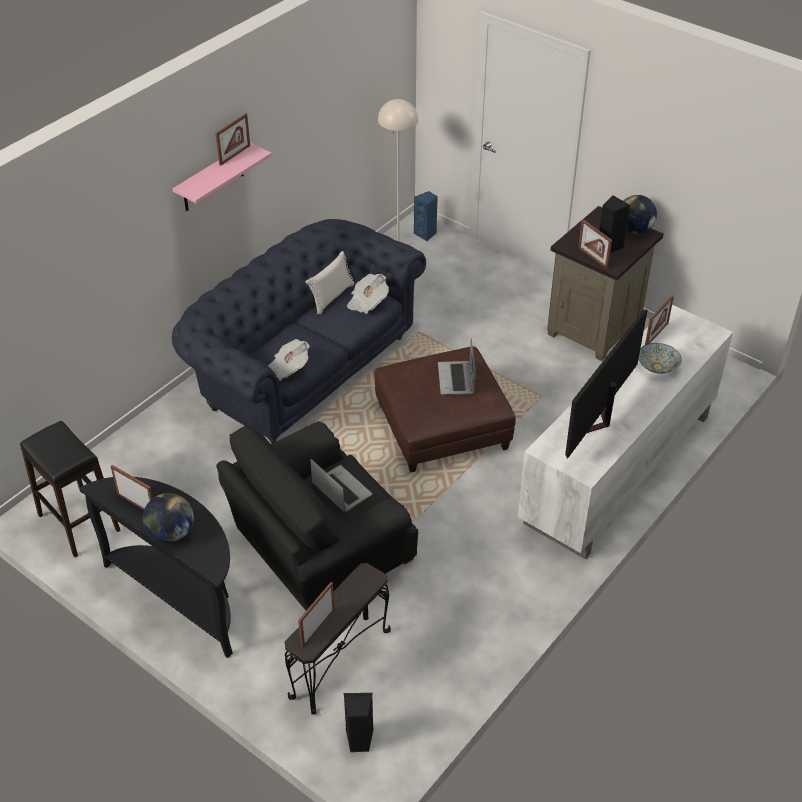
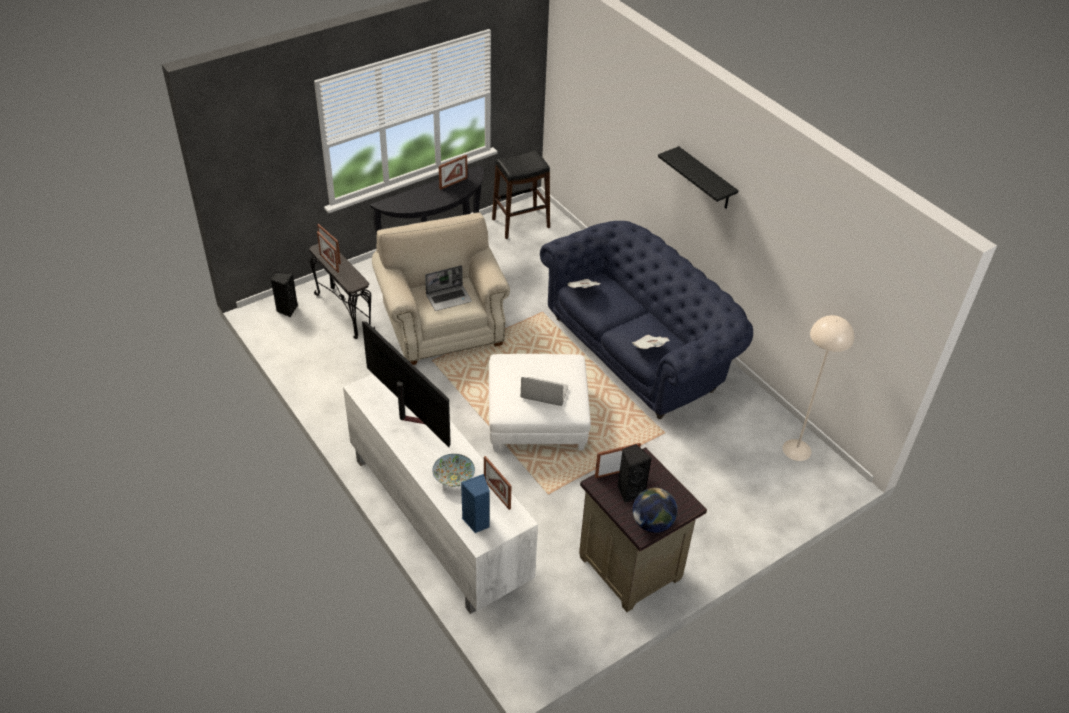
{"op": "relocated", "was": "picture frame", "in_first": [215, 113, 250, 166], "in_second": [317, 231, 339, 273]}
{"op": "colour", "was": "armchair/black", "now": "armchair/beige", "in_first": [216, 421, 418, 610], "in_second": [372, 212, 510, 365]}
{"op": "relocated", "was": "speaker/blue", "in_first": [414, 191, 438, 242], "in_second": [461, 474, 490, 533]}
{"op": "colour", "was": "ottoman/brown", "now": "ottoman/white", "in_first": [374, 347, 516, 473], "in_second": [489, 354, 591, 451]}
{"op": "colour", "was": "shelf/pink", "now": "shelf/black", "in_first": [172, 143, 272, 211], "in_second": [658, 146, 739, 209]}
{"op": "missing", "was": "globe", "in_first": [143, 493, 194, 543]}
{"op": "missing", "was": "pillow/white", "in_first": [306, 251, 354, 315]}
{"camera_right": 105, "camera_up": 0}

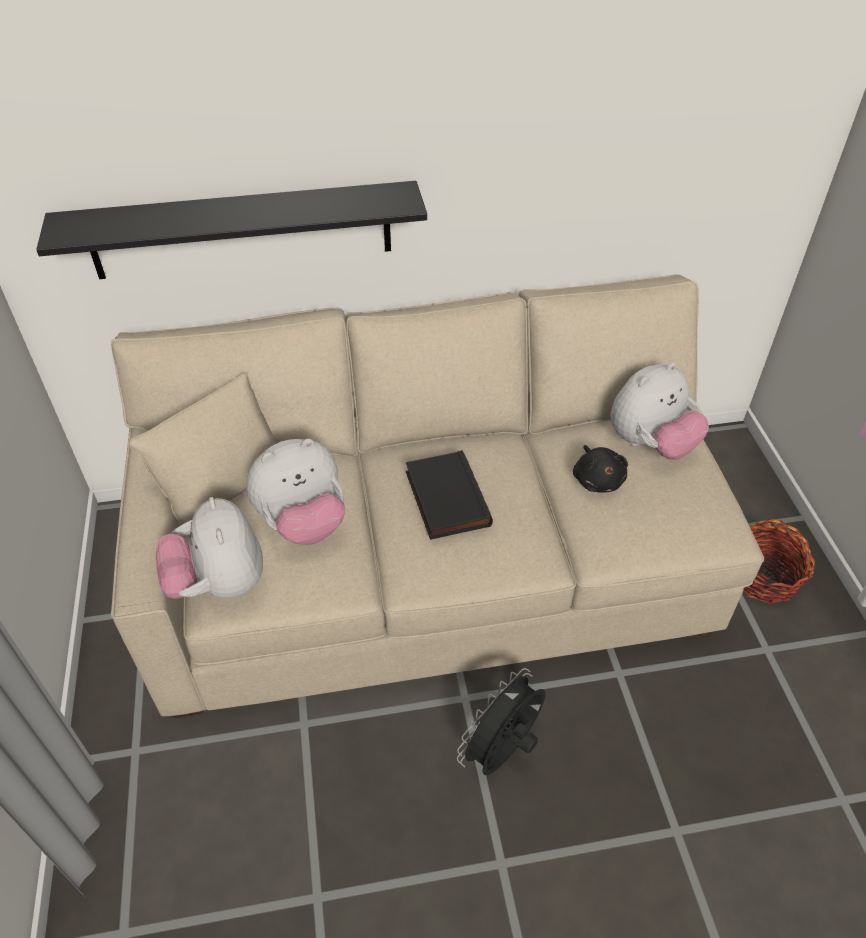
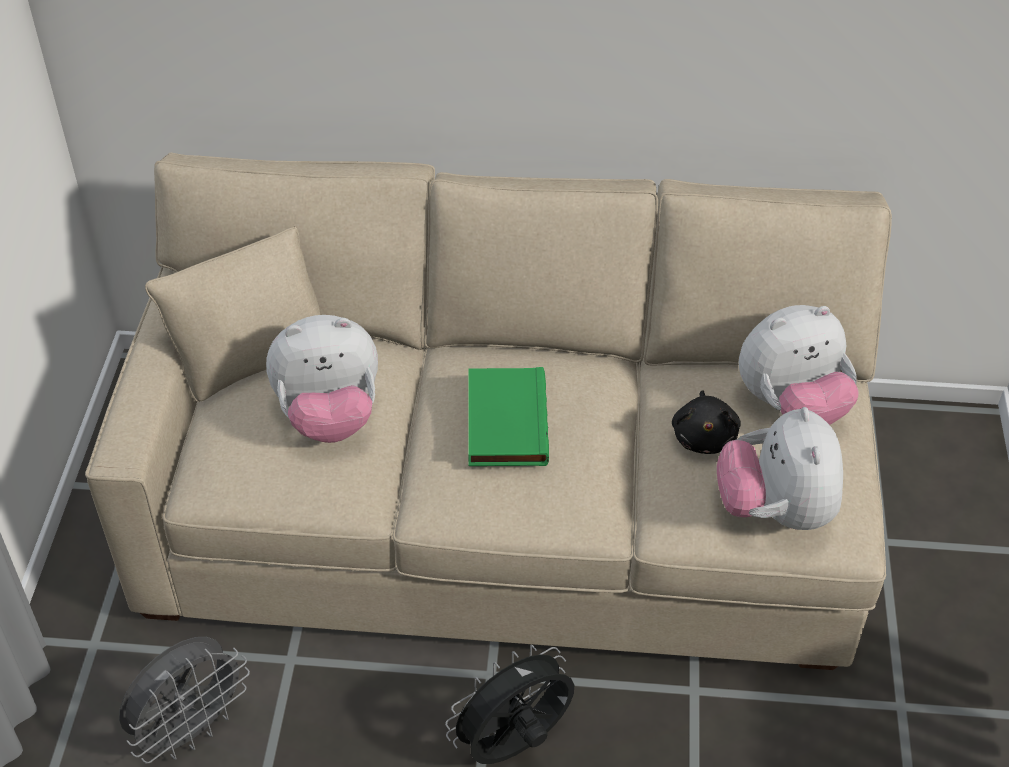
{"op": "appeared", "now": "fan/grey", "in_second": [119, 637, 250, 763]}
{"op": "colour", "was": "book/black", "now": "book/green", "in_first": [406, 450, 493, 540], "in_second": [468, 367, 549, 466]}
{"op": "relocated", "was": "plush toy", "in_first": [155, 497, 263, 599], "in_second": [717, 407, 843, 530]}
{"op": "missing", "was": "shelf/black", "in_first": [36, 181, 427, 279]}
{"op": "missing", "was": "basket", "in_first": [743, 519, 815, 604]}
{"camera_right": 15, "camera_up": 0}

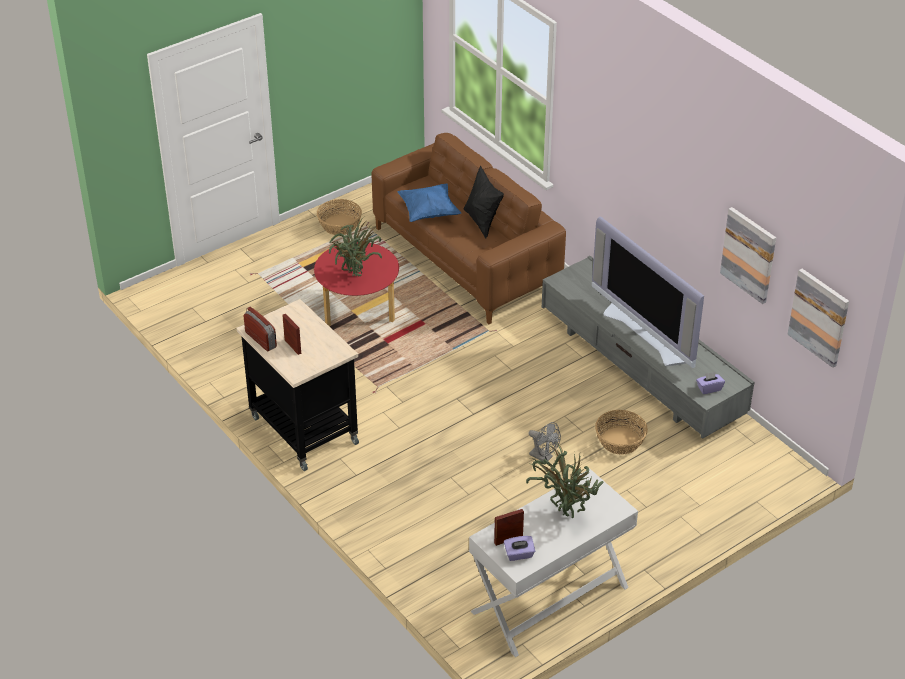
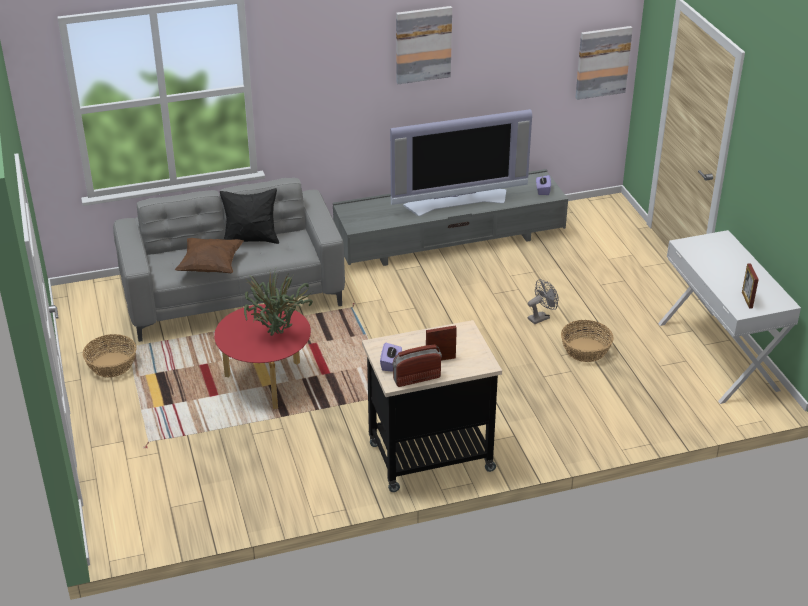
{"op": "colour", "was": "sofa/brown", "now": "sofa/grey", "in_first": [372, 133, 566, 324], "in_second": [113, 178, 345, 342]}
{"op": "colour", "was": "pillow/blue", "now": "pillow/brown", "in_first": [397, 184, 461, 222], "in_second": [175, 238, 244, 273]}
{"op": "relocated", "was": "tissue box/purple", "in_first": [504, 536, 535, 561], "in_second": [380, 343, 402, 372]}
{"op": "relocated", "was": "picture", "in_first": [720, 207, 776, 304], "in_second": [396, 6, 452, 84]}
{"op": "relocated", "was": "basket", "in_first": [595, 410, 648, 455], "in_second": [561, 320, 614, 362]}
{"op": "missing", "was": "potted plant", "in_first": [526, 444, 603, 518]}
{"camera_right": -70, "camera_up": -5}

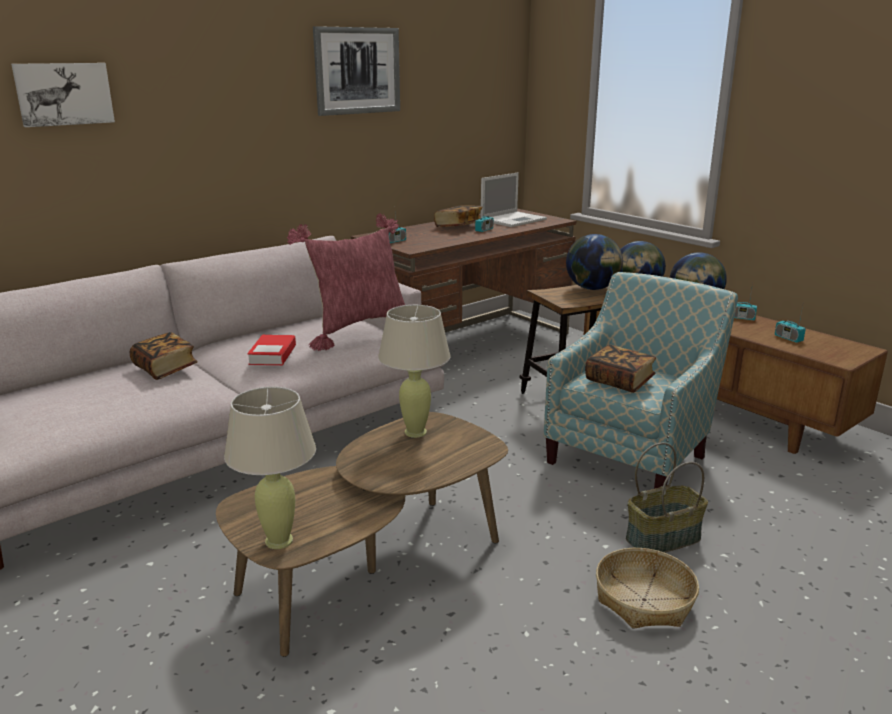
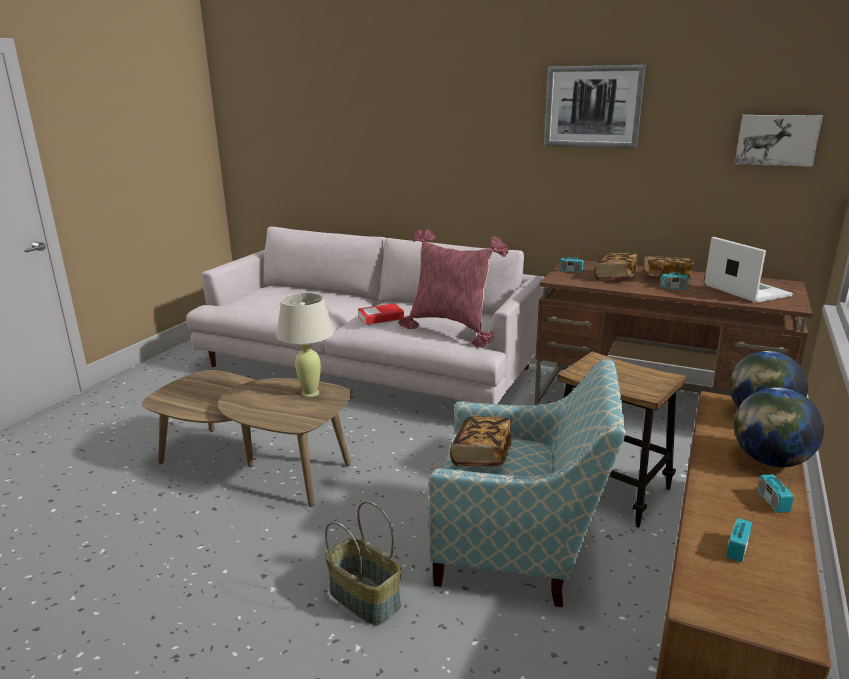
{"op": "relocated", "was": "book", "in_first": [130, 332, 198, 380], "in_second": [594, 253, 637, 280]}
{"op": "spun", "was": "laptop", "in_first": [481, 173, 547, 227], "in_second": [704, 237, 793, 303], "clockwise": -135}
{"op": "relocated", "was": "picture", "in_first": [11, 63, 115, 127], "in_second": [735, 115, 823, 167]}
{"op": "missing", "was": "table lamp/beige", "in_first": [224, 387, 316, 549]}
{"op": "missing", "was": "globe", "in_first": [566, 234, 623, 290]}
{"op": "missing", "was": "basket", "in_first": [596, 548, 699, 628]}
{"camera_right": 65, "camera_up": 0}

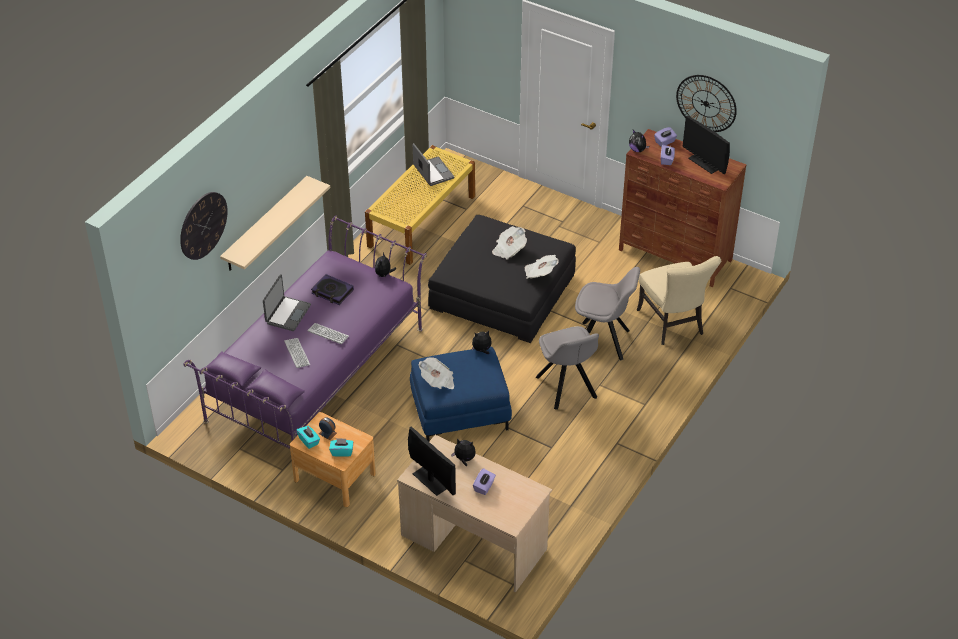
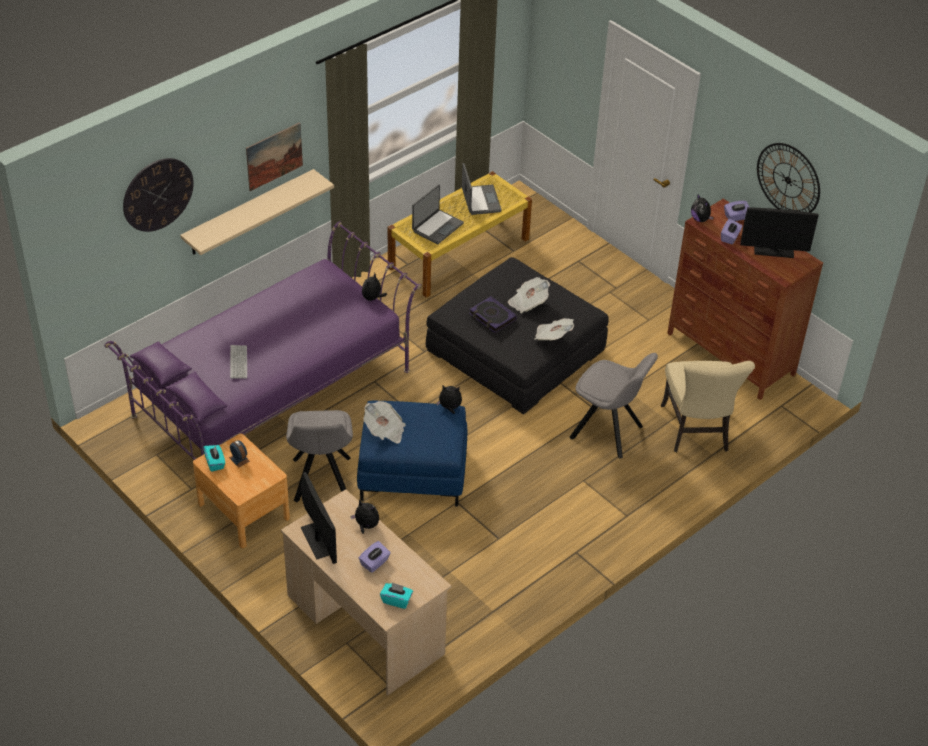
{"op": "appeared", "now": "picture", "in_second": [246, 122, 303, 191]}
{"op": "relocated", "was": "chair/grey", "in_first": [536, 326, 599, 410], "in_second": [286, 410, 353, 503]}
{"op": "relocated", "was": "tissue box/turquoise", "in_first": [329, 438, 353, 457], "in_second": [380, 582, 413, 609]}
{"op": "relocated", "was": "laptop", "in_first": [263, 274, 311, 331], "in_second": [412, 184, 464, 244]}
{"op": "relocated", "was": "book", "in_first": [311, 274, 354, 305], "in_second": [469, 296, 517, 333]}
{"op": "spun", "was": "monitor", "in_first": [682, 116, 730, 174], "in_second": [740, 207, 819, 258], "clockwise": -60}
{"op": "missing", "was": "keyboard", "in_first": [308, 323, 349, 344]}
{"camera_right": 15, "camera_up": 0}

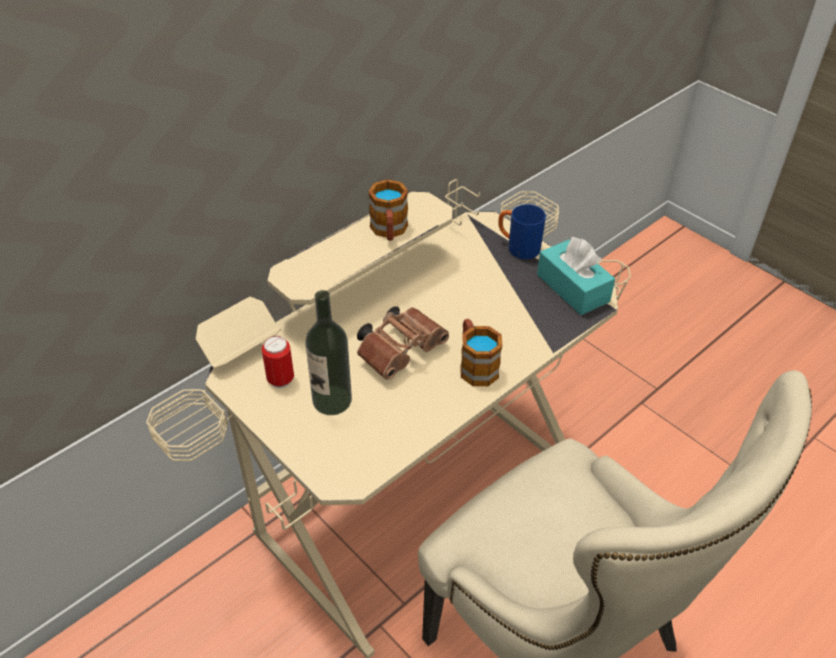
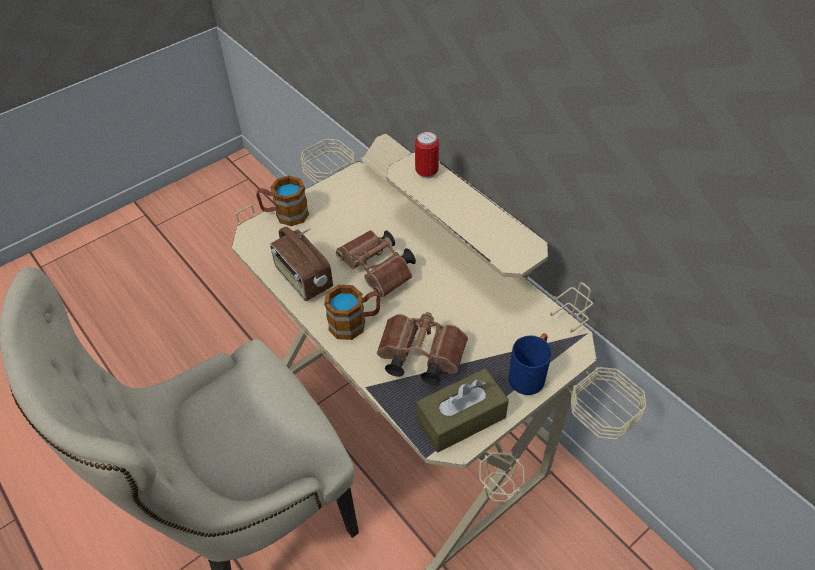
{"op": "relocated", "was": "mug", "in_first": [368, 179, 408, 241], "in_second": [256, 176, 309, 226]}
{"op": "appeared", "now": "radio", "in_second": [270, 227, 333, 301]}
{"op": "appeared", "now": "binoculars/brown", "in_second": [377, 312, 468, 385]}
{"op": "relocated", "was": "can", "in_first": [262, 336, 294, 388], "in_second": [415, 131, 439, 179]}
{"op": "colour", "was": "tissue box/turquoise", "now": "tissue box/brown", "in_first": [537, 237, 615, 315], "in_second": [416, 369, 509, 452]}
{"op": "missing", "was": "bottle", "in_first": [305, 290, 352, 415]}
{"camera_right": 95, "camera_up": 5}

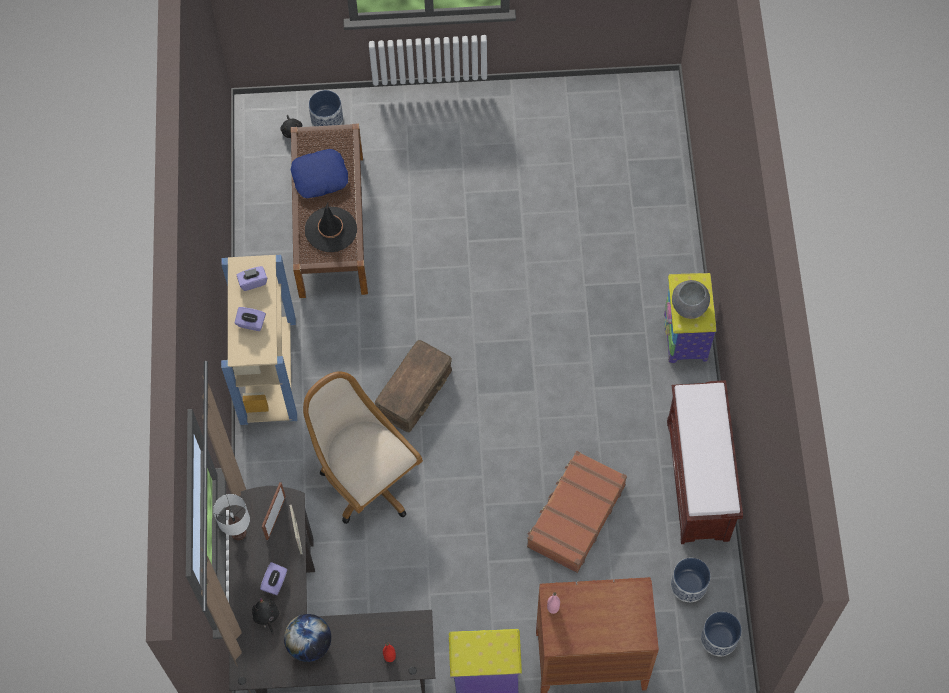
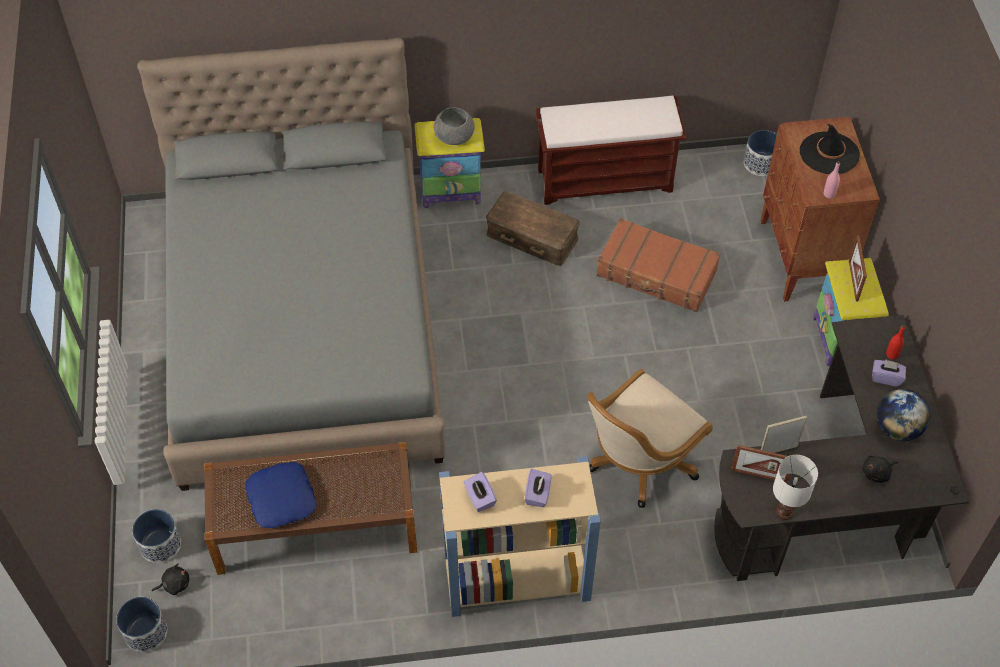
{"op": "relocated", "was": "planter", "in_first": [671, 558, 710, 602], "in_second": [116, 597, 167, 652]}
{"op": "appeared", "now": "bed/grey", "in_second": [137, 37, 445, 491]}
{"op": "relocated", "was": "storage box/brown", "in_first": [375, 340, 452, 432], "in_second": [486, 191, 580, 266]}
{"op": "relocated", "was": "hat/black", "in_first": [305, 203, 357, 252], "in_second": [800, 124, 860, 174]}
{"op": "appeared", "now": "picture frame", "in_second": [849, 235, 867, 302]}
{"op": "relocated", "was": "tissue box/purple", "in_first": [260, 562, 288, 595], "in_second": [872, 359, 906, 387]}
{"camera_right": -95, "camera_up": -10}

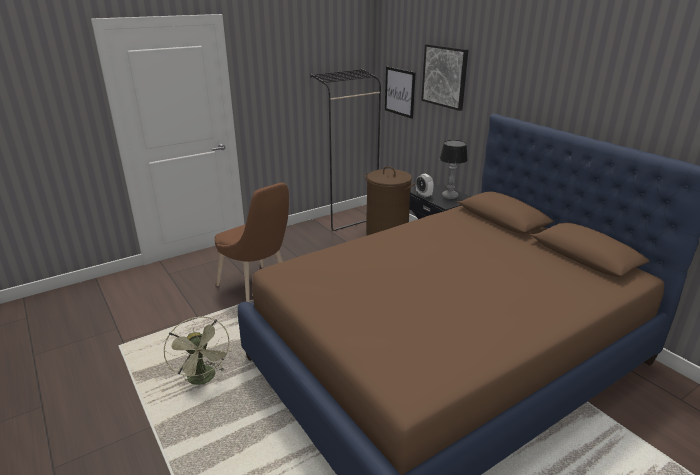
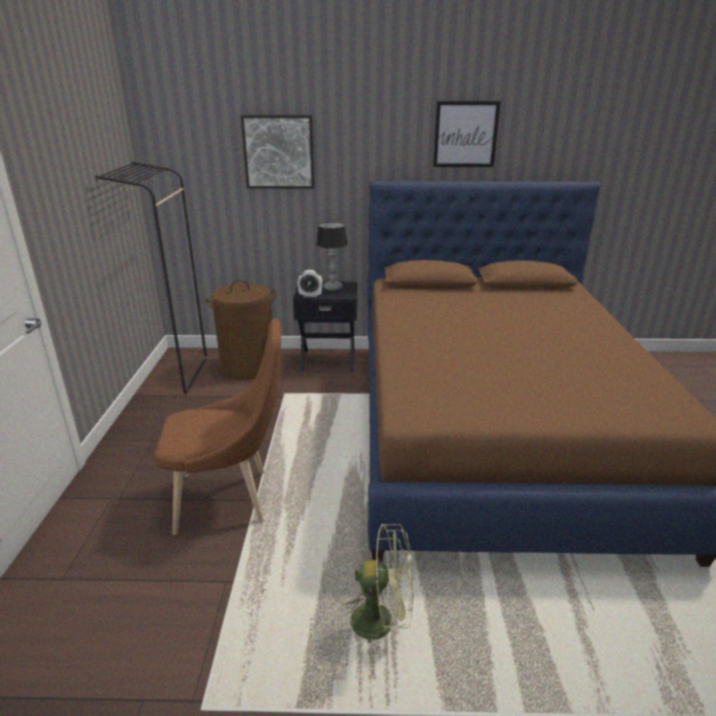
{"op": "relocated", "was": "picture", "in_first": [385, 67, 416, 119], "in_second": [433, 101, 501, 167]}
{"camera_right": -55, "camera_up": 0}

